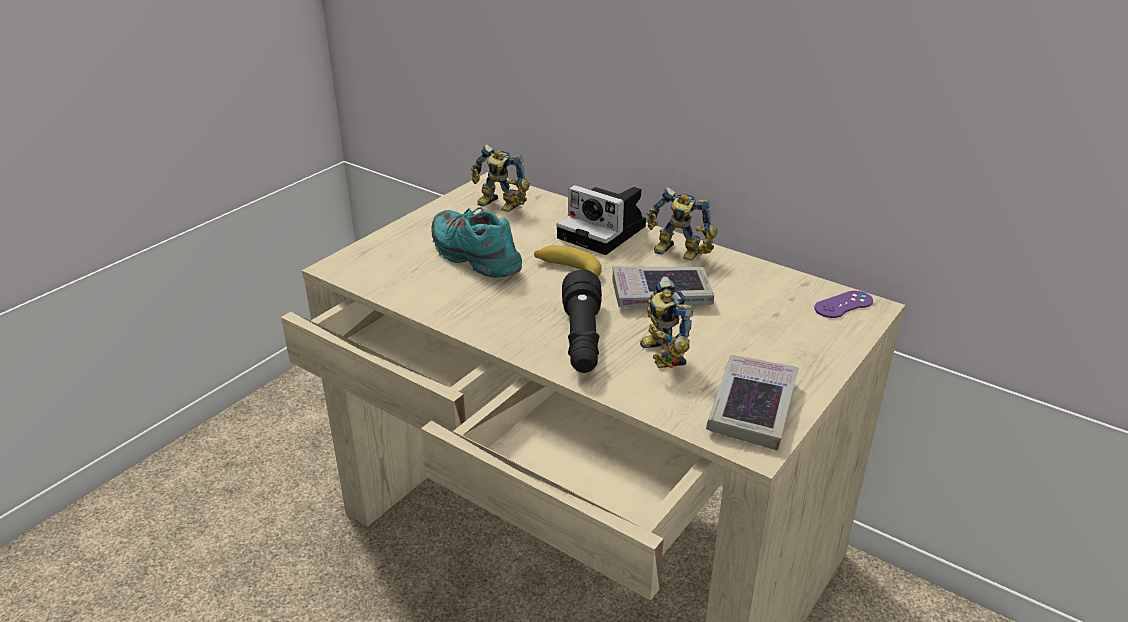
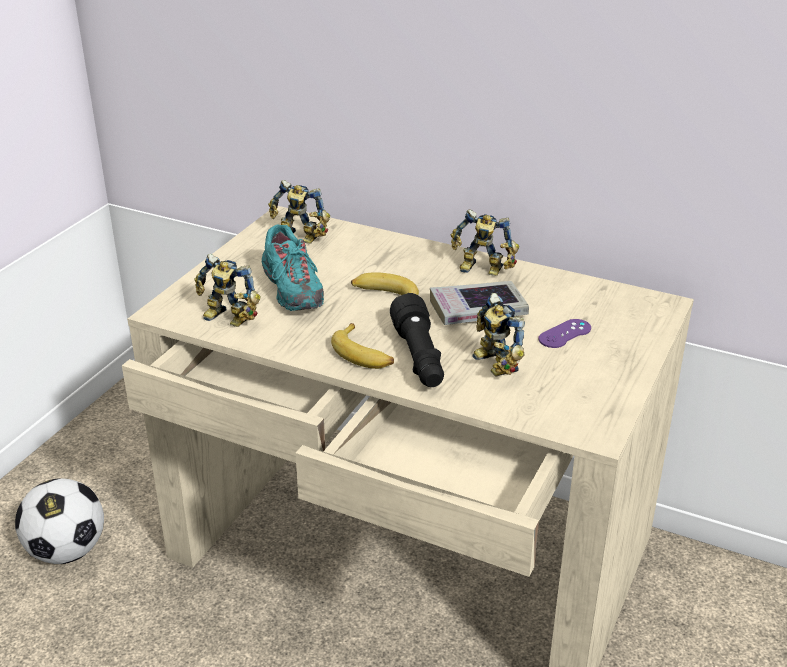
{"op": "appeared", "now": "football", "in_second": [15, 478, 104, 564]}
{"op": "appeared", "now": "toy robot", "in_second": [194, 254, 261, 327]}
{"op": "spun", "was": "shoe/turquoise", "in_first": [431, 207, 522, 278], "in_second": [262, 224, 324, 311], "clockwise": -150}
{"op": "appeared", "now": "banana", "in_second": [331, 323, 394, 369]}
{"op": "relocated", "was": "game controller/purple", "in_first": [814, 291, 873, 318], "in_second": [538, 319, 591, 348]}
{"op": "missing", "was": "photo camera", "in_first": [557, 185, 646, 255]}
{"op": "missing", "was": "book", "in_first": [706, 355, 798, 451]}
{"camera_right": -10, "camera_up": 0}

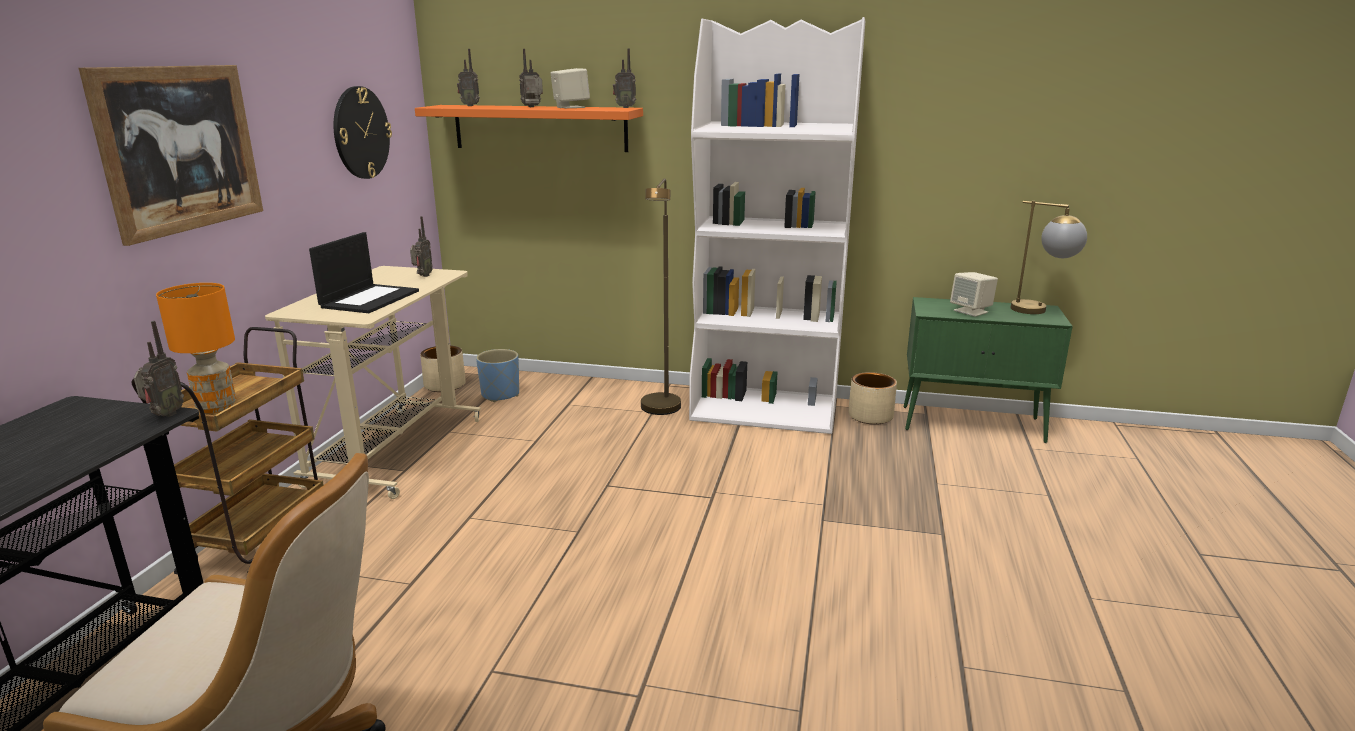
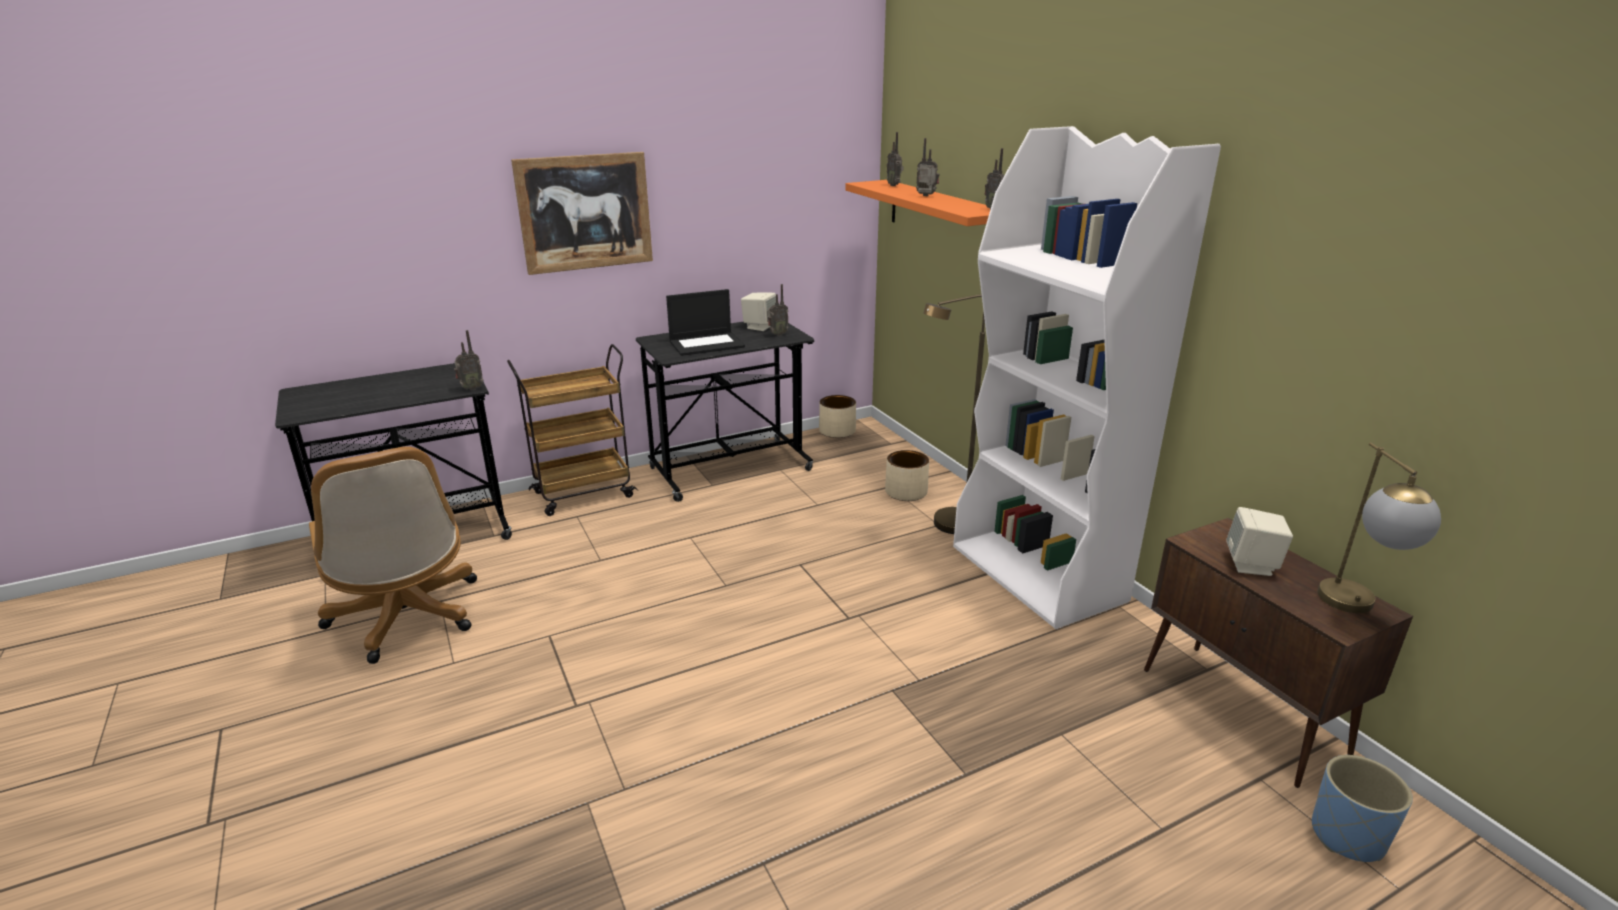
{"op": "colour", "was": "desk/beige", "now": "desk/black", "in_first": [265, 266, 481, 499], "in_second": [636, 322, 814, 502]}
{"op": "relocated", "was": "speaker/beige", "in_first": [551, 68, 590, 108], "in_second": [741, 293, 776, 331]}
{"op": "relocated", "was": "planter/beige", "in_first": [848, 372, 897, 425], "in_second": [885, 450, 929, 501]}
{"op": "colour", "was": "cabinet/green", "now": "cabinet/brown", "in_first": [904, 297, 1073, 443], "in_second": [1144, 518, 1413, 788]}
{"op": "relocated", "was": "planter/blue", "in_first": [476, 349, 519, 402], "in_second": [1312, 755, 1413, 862]}
{"op": "missing", "was": "table lamp/orange", "in_first": [156, 283, 236, 413]}
{"op": "missing", "was": "wall clock", "in_first": [334, 86, 392, 179]}
{"camera_right": 50, "camera_up": 5}

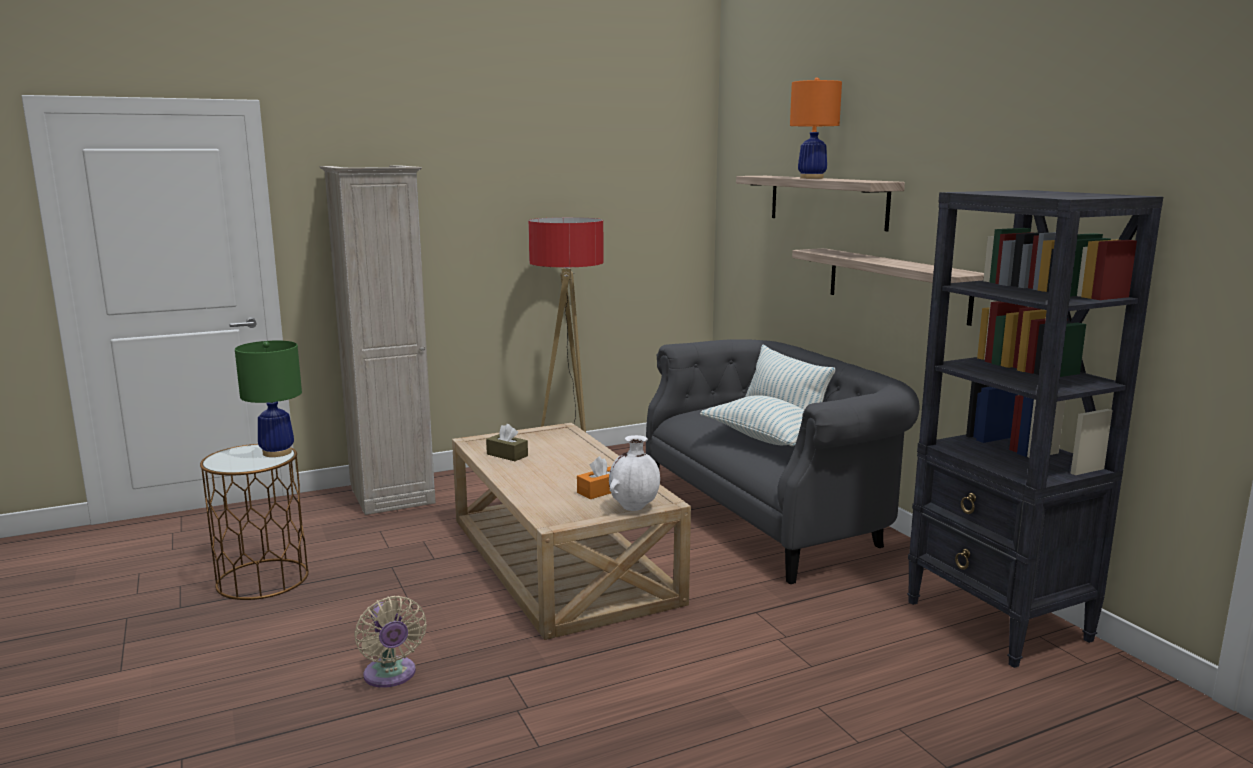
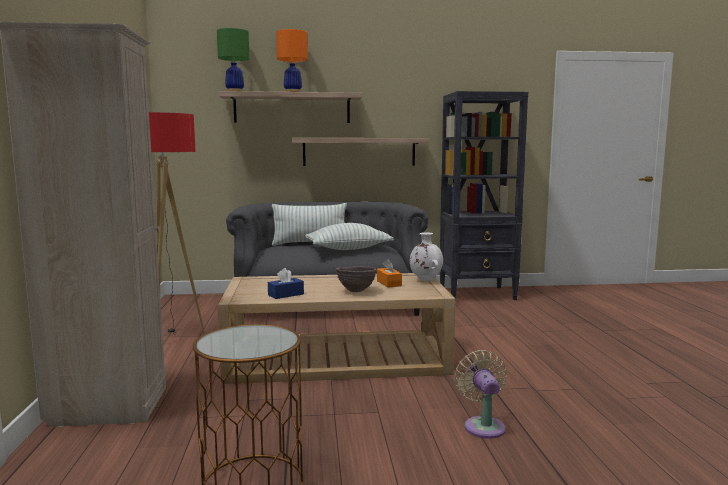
{"op": "relocated", "was": "table lamp/green", "in_first": [235, 341, 302, 457], "in_second": [217, 28, 249, 91]}
{"op": "colour", "was": "tissue box/brown", "now": "tissue box/blue", "in_first": [486, 424, 528, 461], "in_second": [268, 268, 304, 299]}
{"op": "appeared", "now": "bowl/brown", "in_second": [336, 266, 377, 292]}
{"op": "spun", "was": "fan/beige", "in_first": [354, 596, 427, 688], "in_second": [454, 350, 507, 439], "clockwise": -90}
{"camera_right": -70, "camera_up": -5}

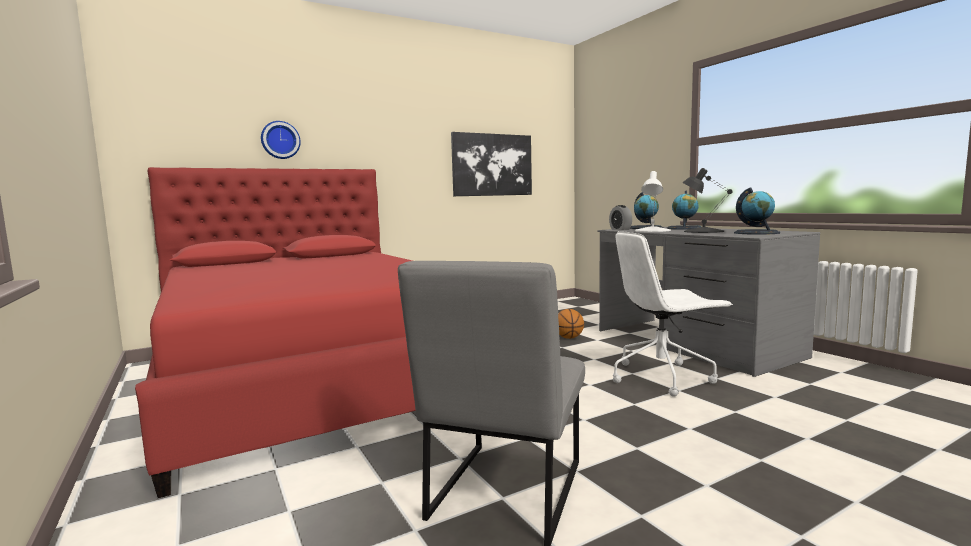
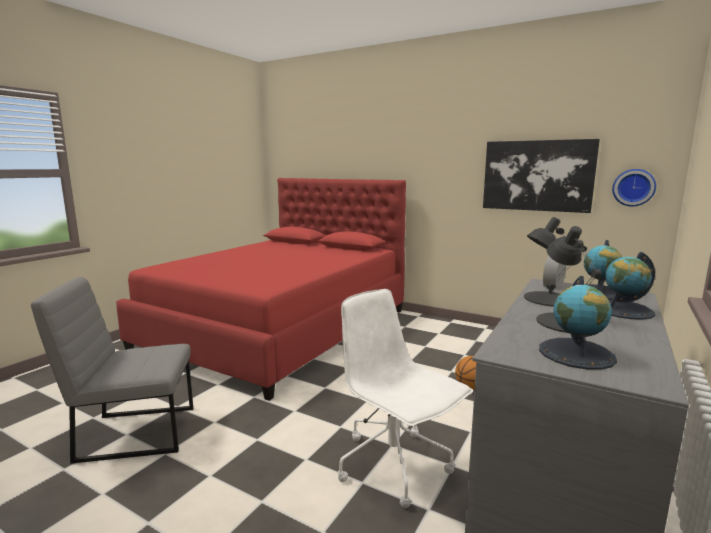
{"op": "colour", "was": "table lamp/white", "now": "table lamp/black", "in_first": [635, 171, 671, 232], "in_second": [524, 217, 587, 307]}
{"op": "relocated", "was": "wall clock", "in_first": [261, 121, 301, 159], "in_second": [612, 169, 656, 206]}
{"camera_right": 60, "camera_up": 5}

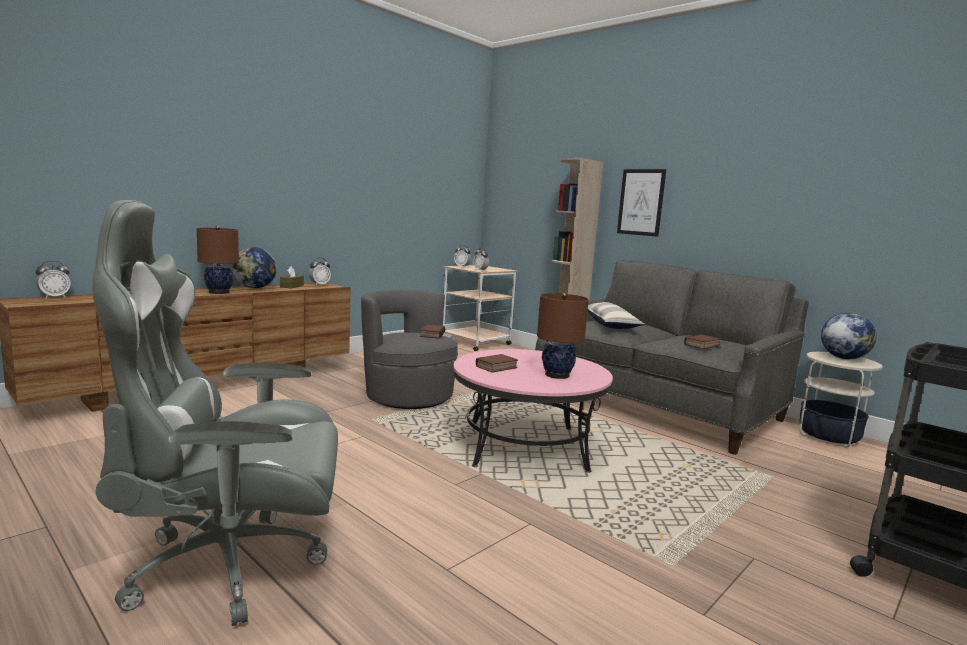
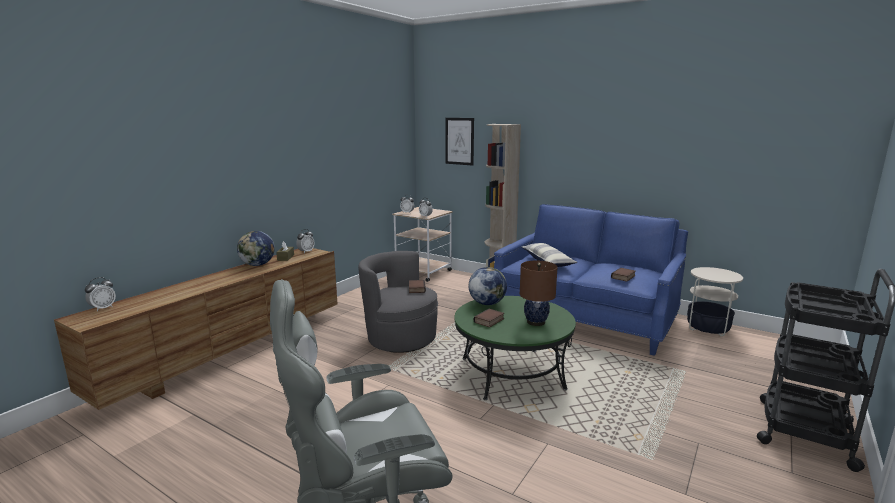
{"op": "relocated", "was": "picture", "in_first": [617, 169, 666, 237], "in_second": [446, 118, 474, 165]}
{"op": "colour", "was": "coffee table/pink", "now": "coffee table/green", "in_first": [454, 349, 613, 473], "in_second": [455, 296, 576, 400]}
{"op": "relocated", "was": "globe", "in_first": [821, 313, 877, 359], "in_second": [469, 267, 507, 305]}
{"op": "colour", "was": "sofa/grey", "now": "sofa/blue", "in_first": [535, 260, 809, 455], "in_second": [494, 204, 688, 356]}
{"op": "missing", "was": "table lamp/brown", "in_first": [197, 226, 239, 294]}
{"camera_right": -10, "camera_up": 5}

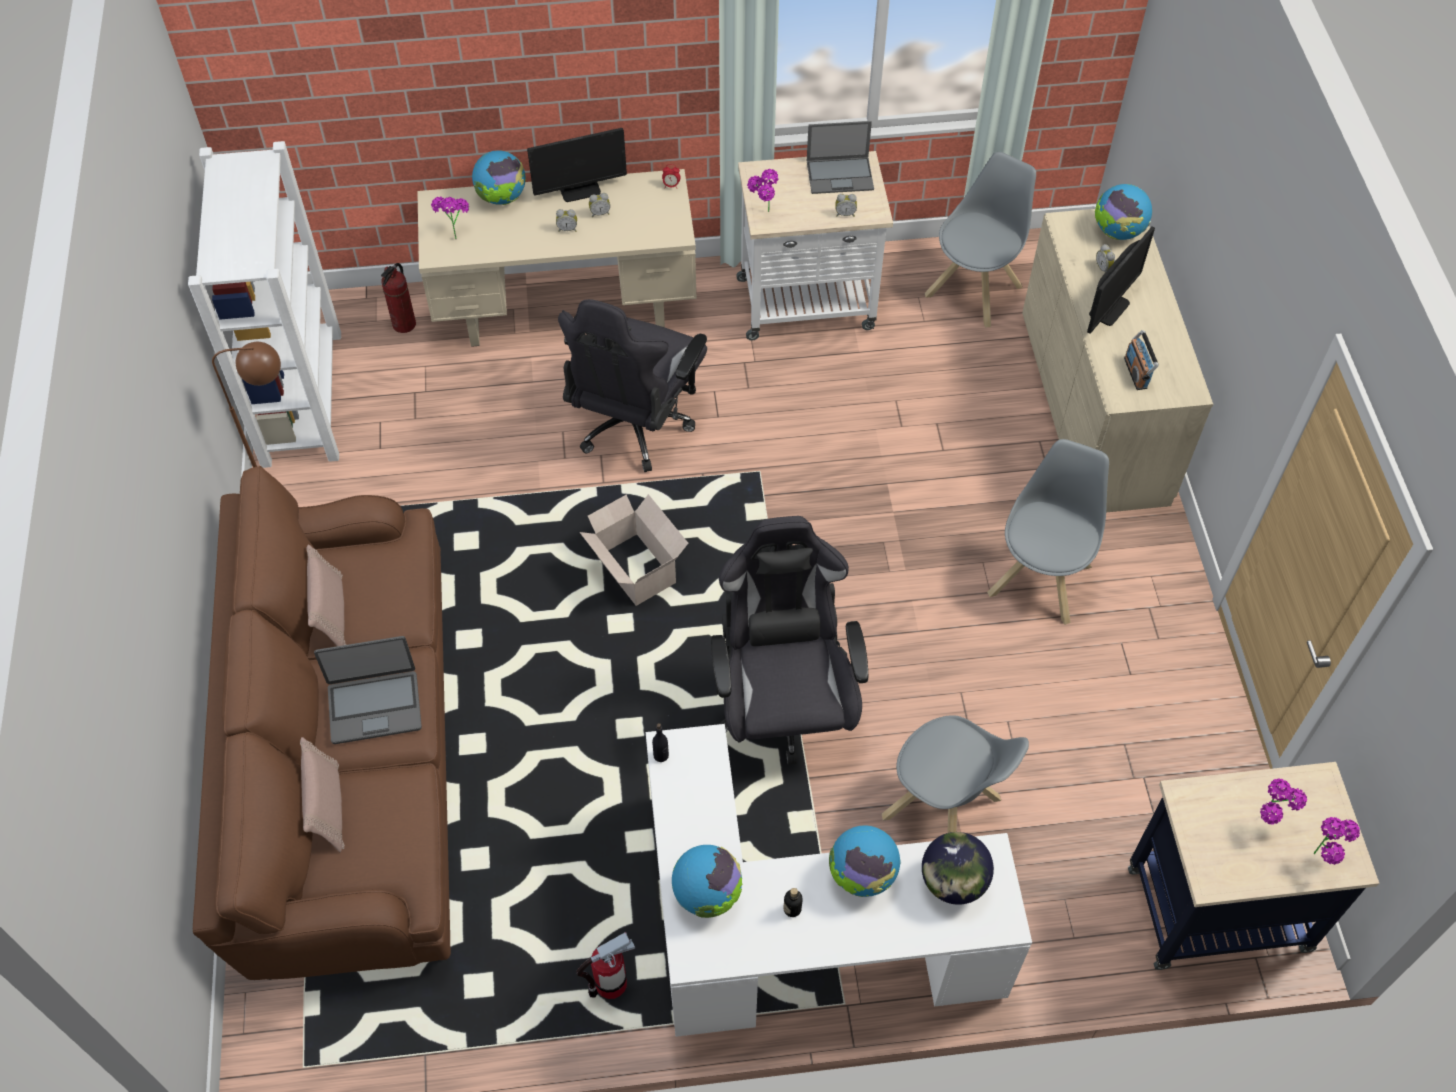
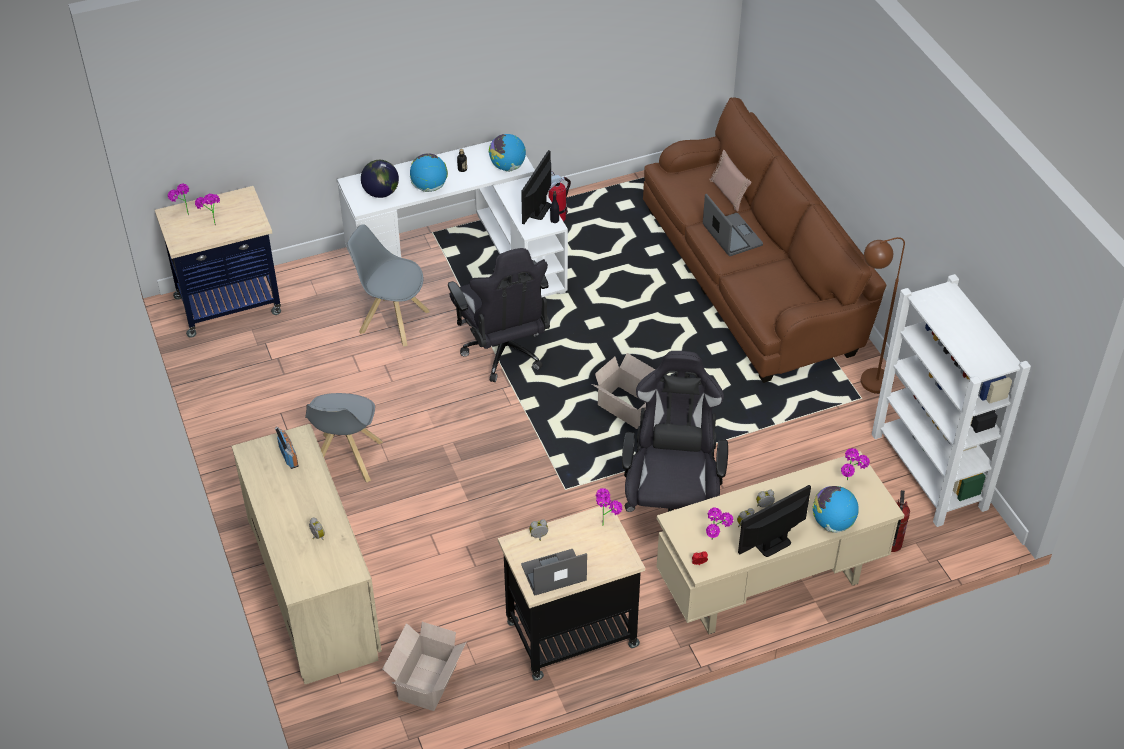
{"op": "exchanged", "was": "chair/grey", "now": "cardboard box", "in_first": [925, 152, 1036, 328], "in_second": [383, 622, 467, 711]}
{"op": "colour", "was": "cart/white", "now": "cart/black", "in_first": [736, 151, 893, 340], "in_second": [498, 505, 645, 681]}
{"op": "relocated", "was": "monitor", "in_first": [1087, 226, 1155, 334], "in_second": [521, 150, 551, 224]}
{"op": "spun", "was": "laptop", "in_first": [314, 636, 422, 744], "in_second": [703, 194, 763, 256], "clockwise": 90}
{"op": "appeared", "now": "potted plant", "in_second": [706, 508, 733, 539]}
{"op": "missing", "was": "pillow/beige", "in_first": [306, 545, 346, 646]}
{"op": "missing", "was": "globe", "in_first": [1095, 184, 1152, 240]}
{"camera_right": 165, "camera_up": -10}

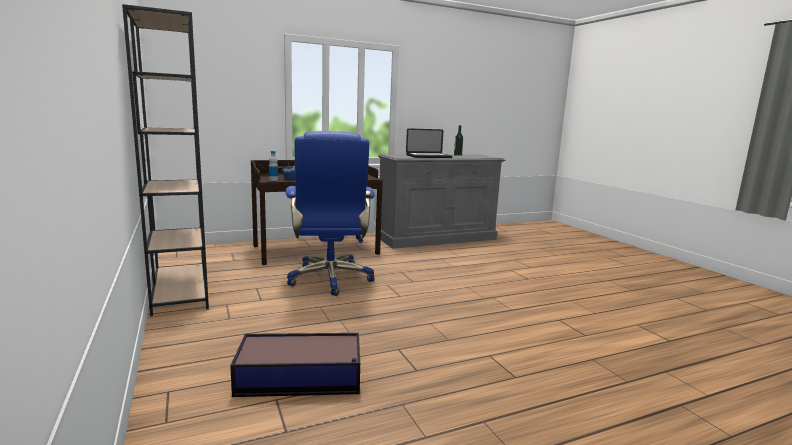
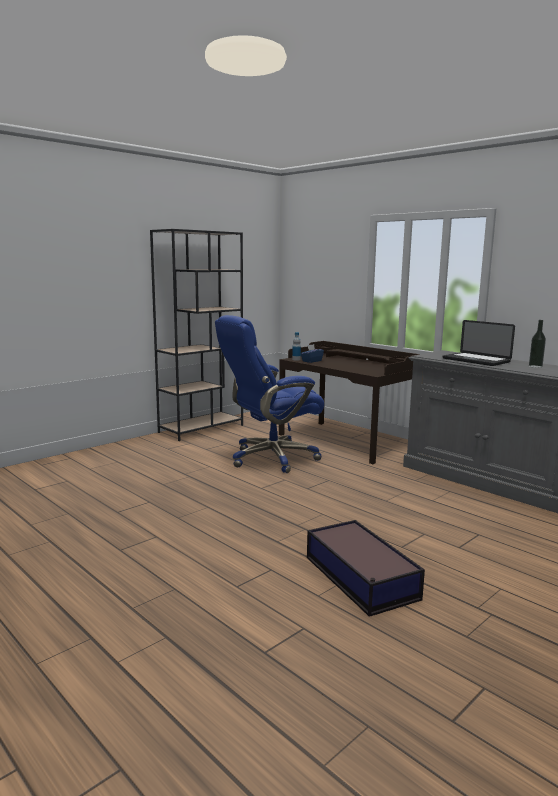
{"op": "relocated", "was": "storage box", "in_first": [230, 333, 360, 397], "in_second": [307, 520, 425, 617]}
{"camera_right": 70, "camera_up": 0}

